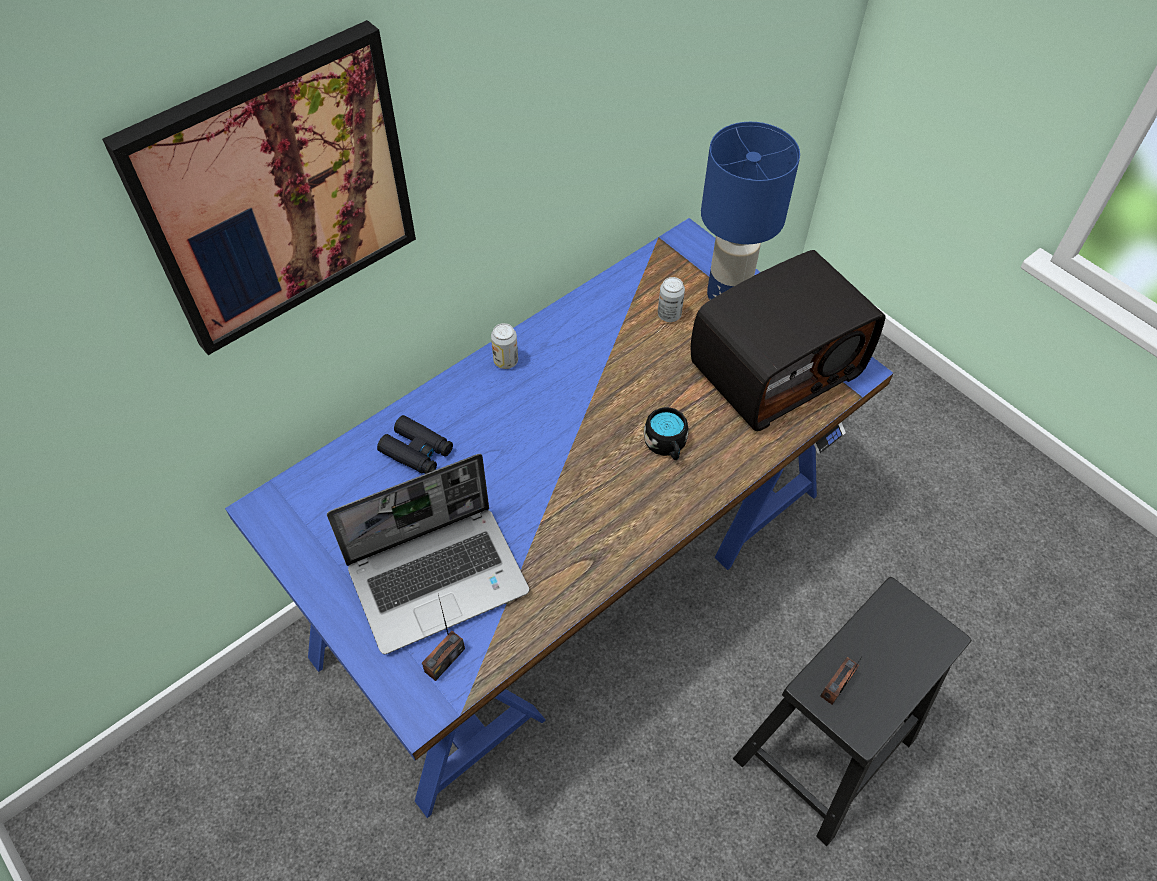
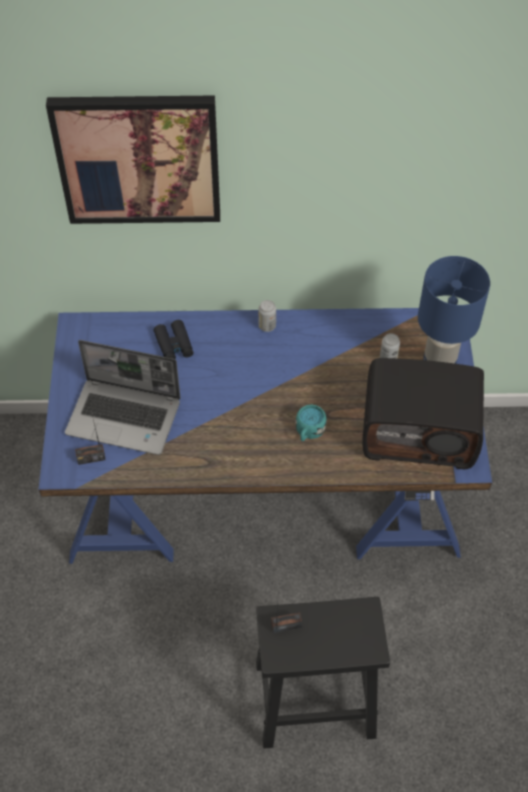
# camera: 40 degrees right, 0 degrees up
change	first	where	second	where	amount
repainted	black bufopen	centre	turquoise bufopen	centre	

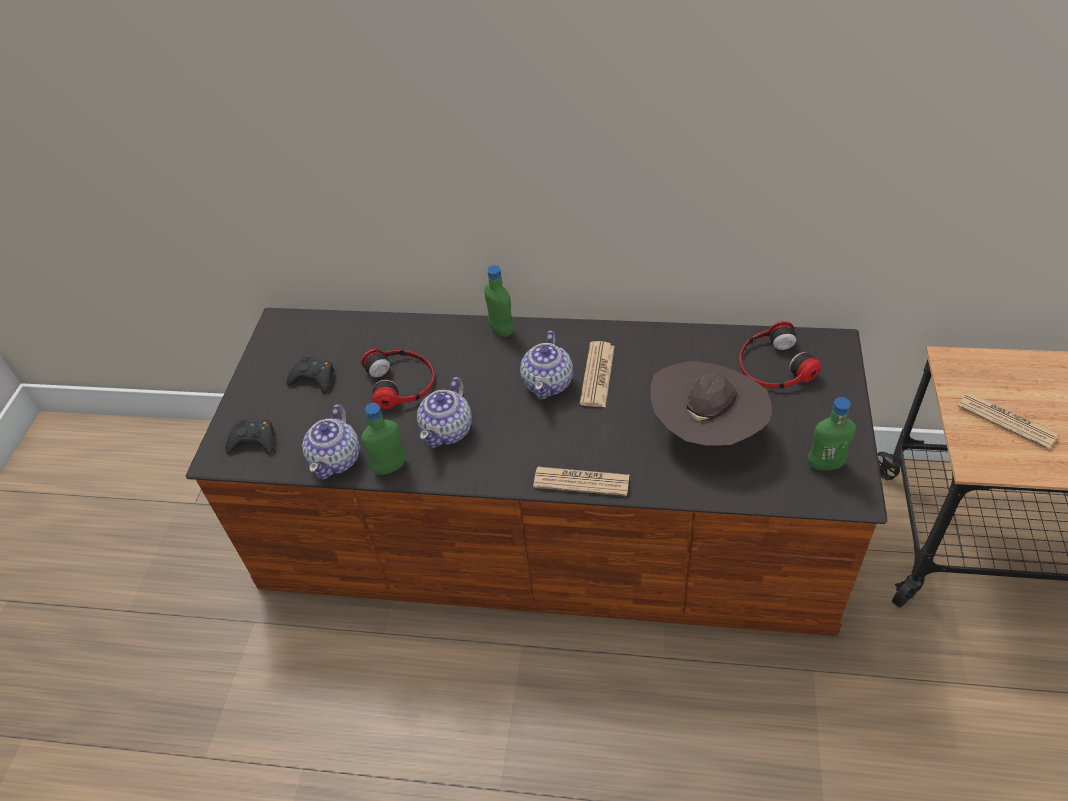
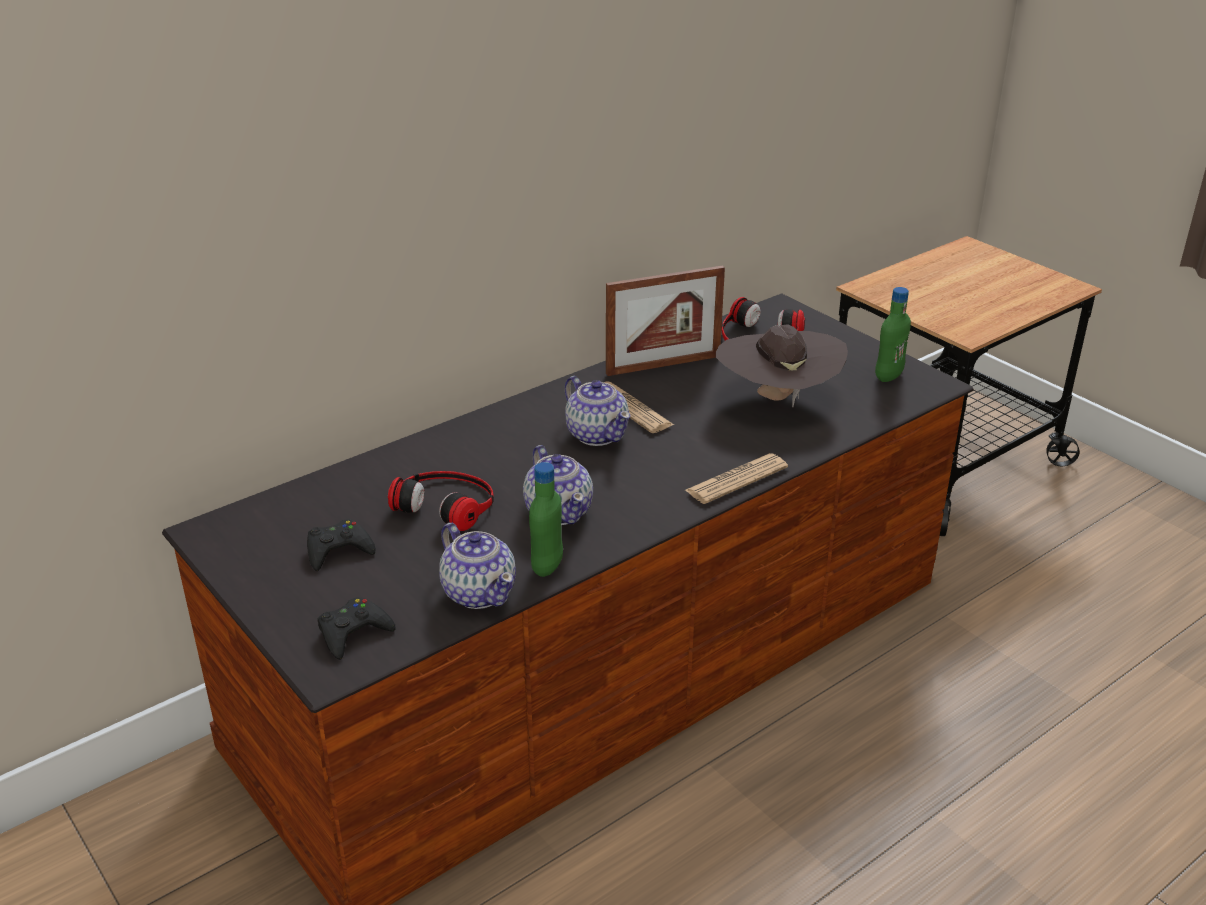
# camera: 50 degrees left, 15 degrees down
change	first	where	second	where	amount
new			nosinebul	centre	
gone	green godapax (no. 2 from left)	centre			
gone	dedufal (no. 3 from left)	middle right			

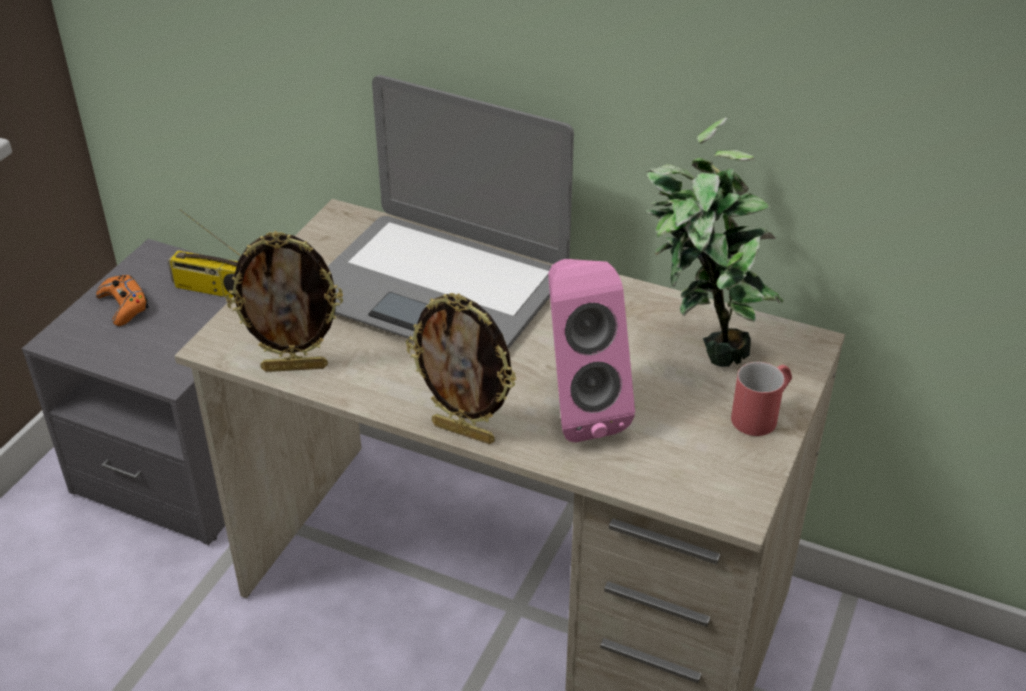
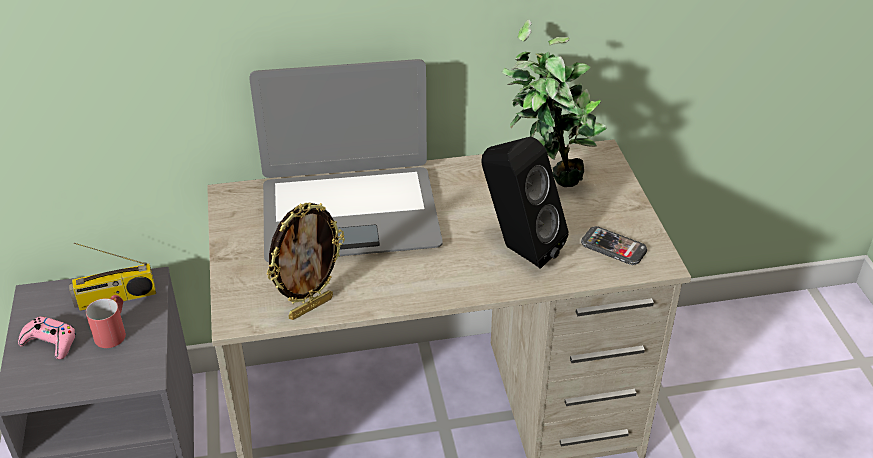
# camera: 35 degrees left, 0 degrees up
change	first	where	second	where	amount
repainted	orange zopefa	middle left	pink zopefa	bottom left	
shifted	red bufopen	middle right		bottom left	
repainted	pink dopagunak	centre	black dopagunak	centre	
new			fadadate	middle right	
gone	nosinebul (no. 2 from left)	centre			

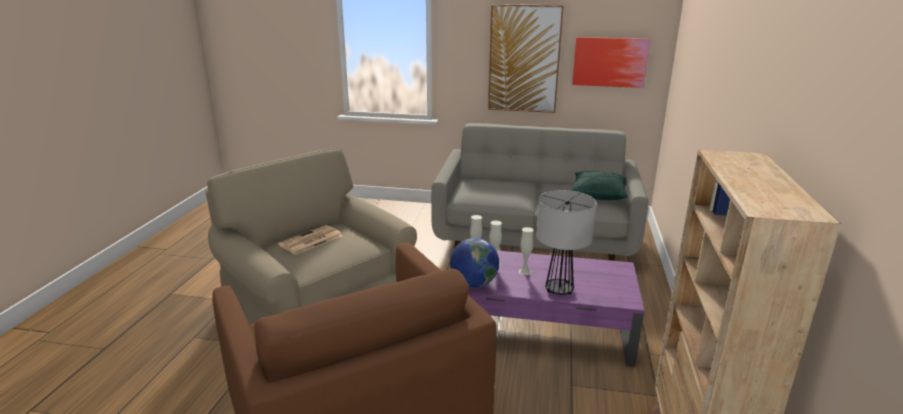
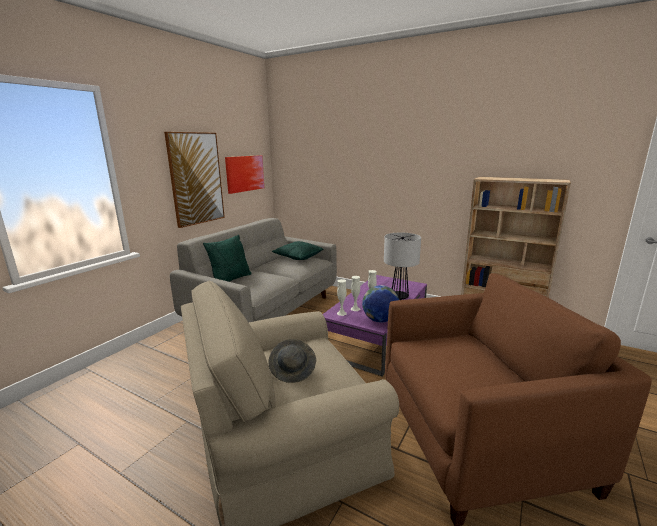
# camera: 70 degrees left, 5 degrees down
change	first	where	second	where	amount
new			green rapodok (no. 1 from left)	centre	
swapped	dedufal	centre	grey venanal	bottom centre	

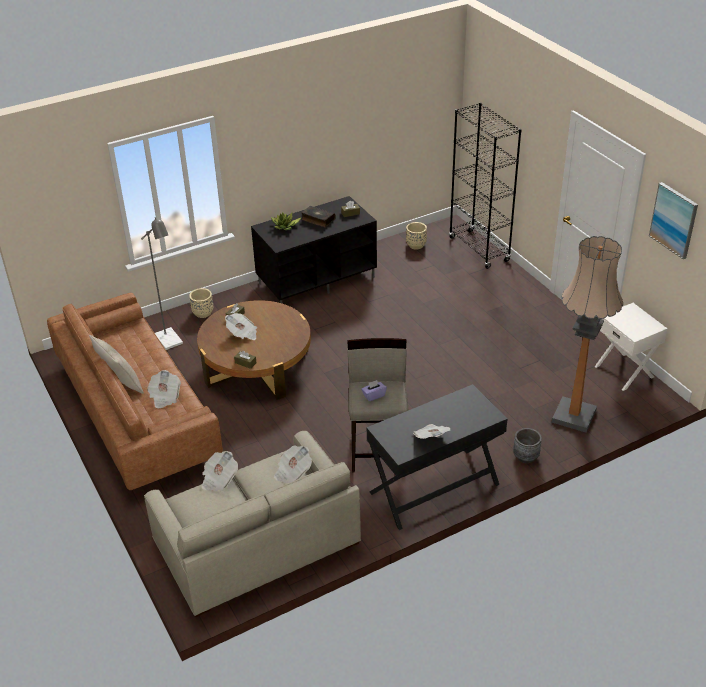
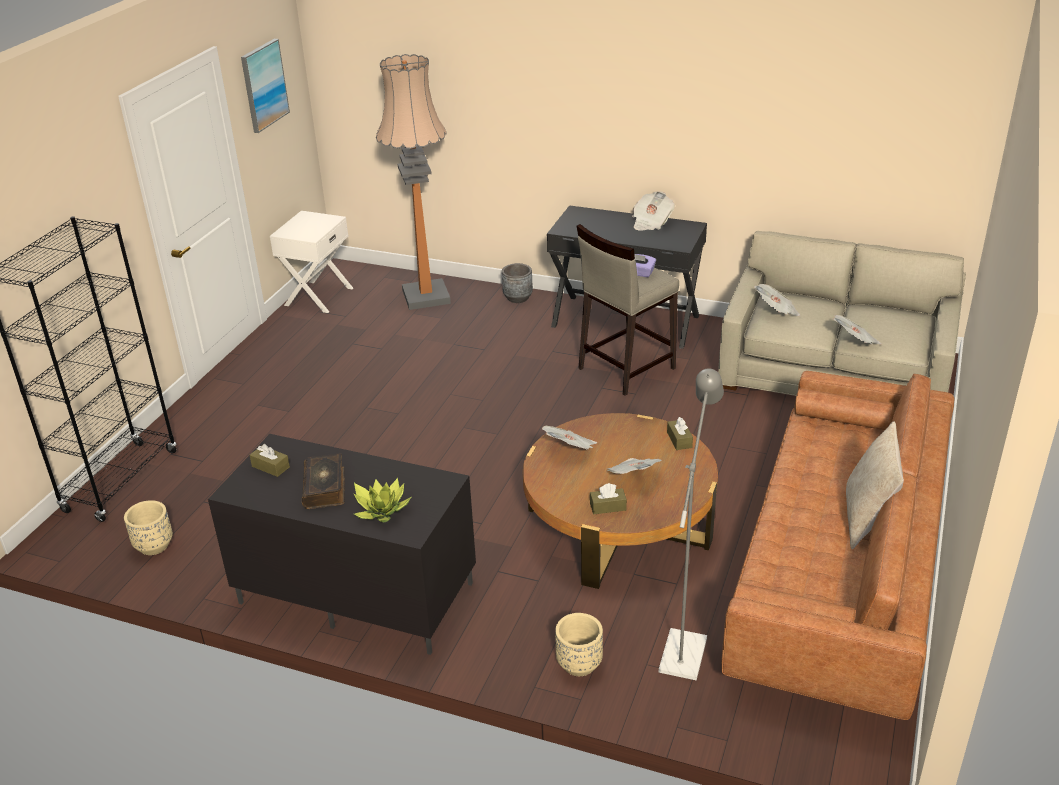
# camera: 130 degrees left, 5 degrees down
change	first	where	second	where	amount
shifted	dedufal (no. 1 from left)	middle left		centre	

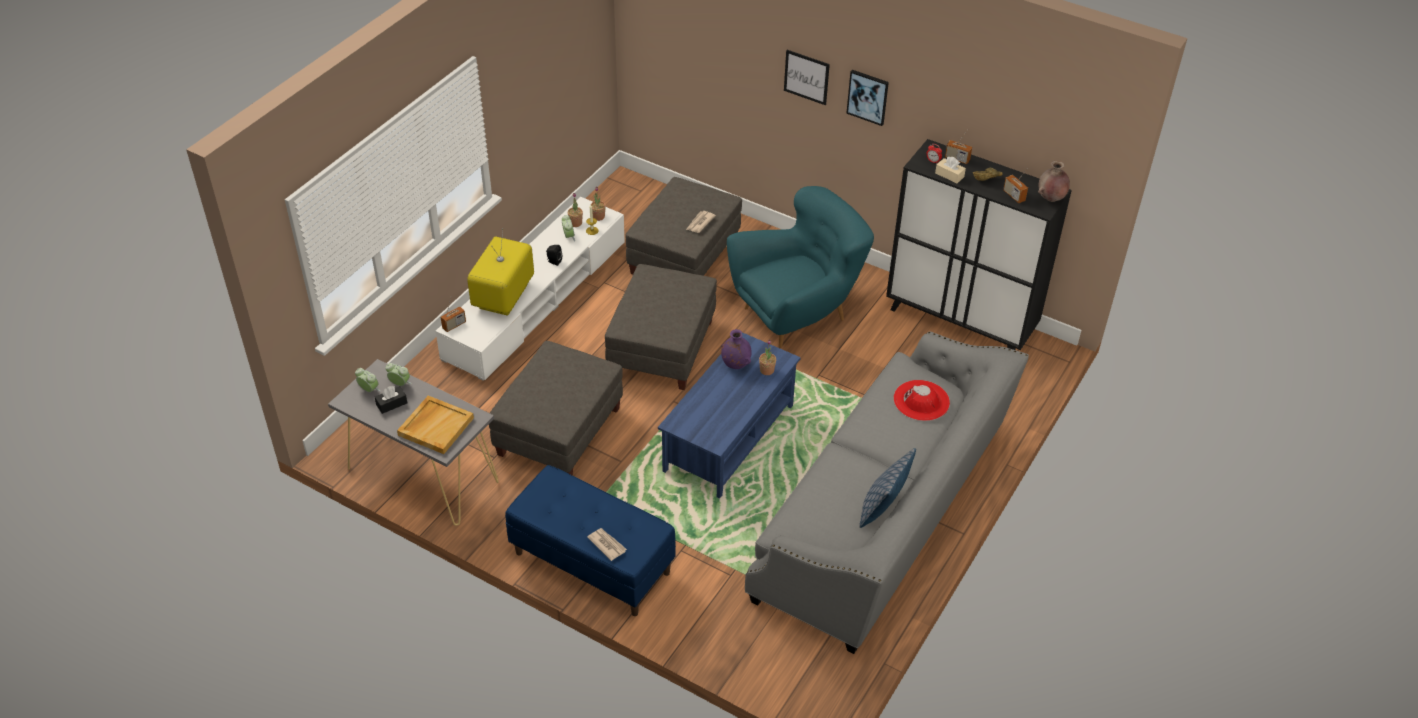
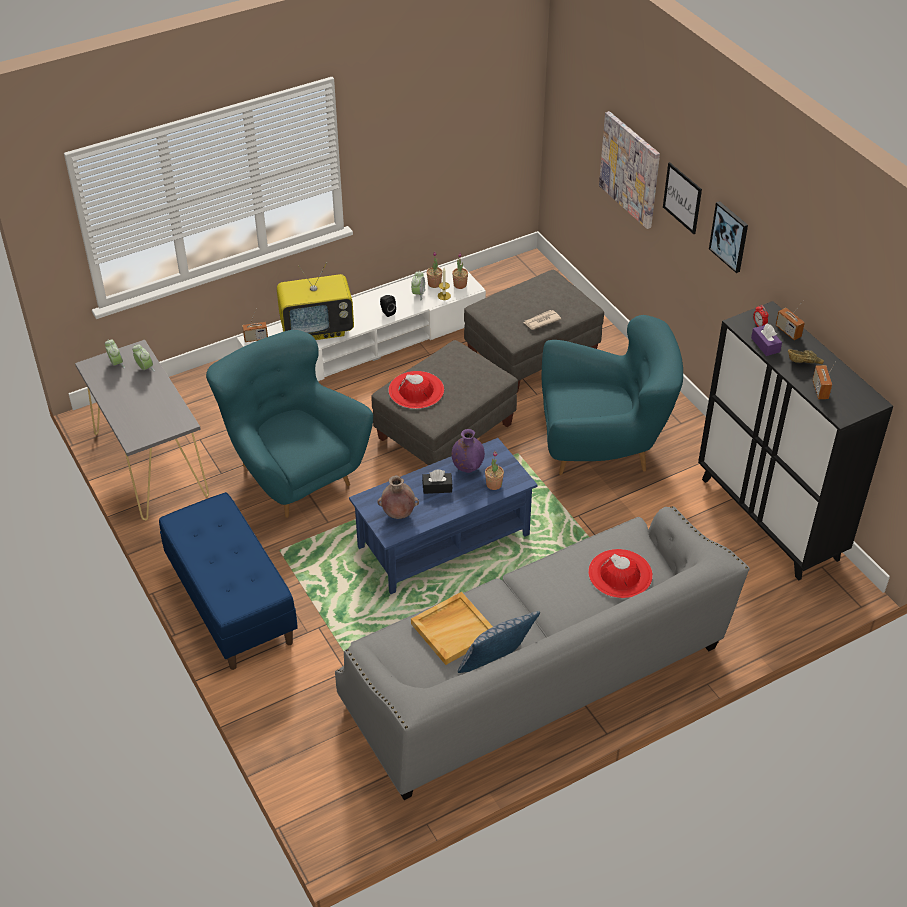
# camera: 30 degrees right, 0 degrees up
change	first	where	second	where	amount
swapped	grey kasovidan (no. 1 from left)	centre	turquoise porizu (no. 1 from left)	middle left	
rotated	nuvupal	centre		top centre	150 degrees counterclockwise
shifted	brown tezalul	top right		centre	
new			red venanal (no. 1 from left)	centre	
shifted	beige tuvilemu	middle left		bottom centre	
shifted	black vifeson	middle left		centre	
new			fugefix (no. 1 from left)	top right	
repainted	beige vifeson	top right	purple vifeson	middle right	
gone	dedufal (no. 1 from left)	bottom centre			

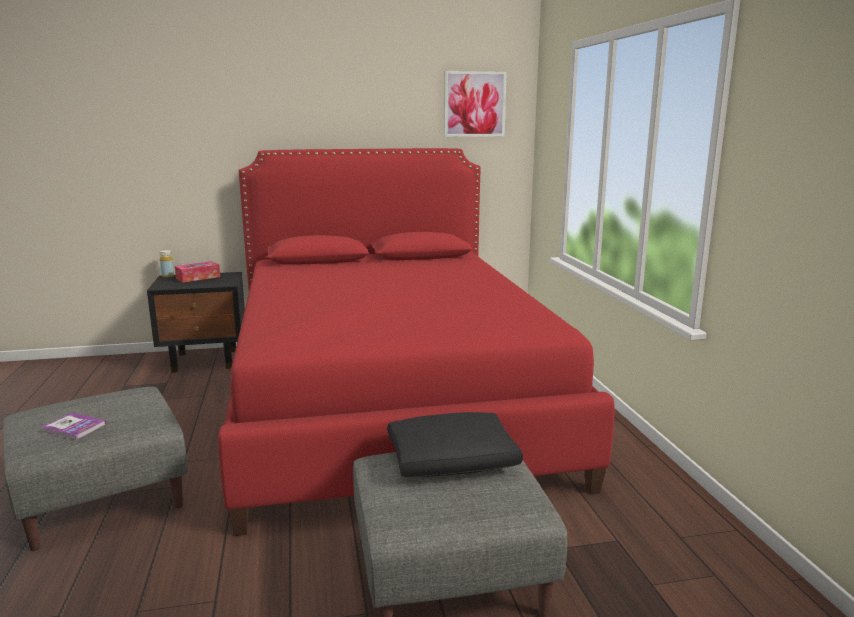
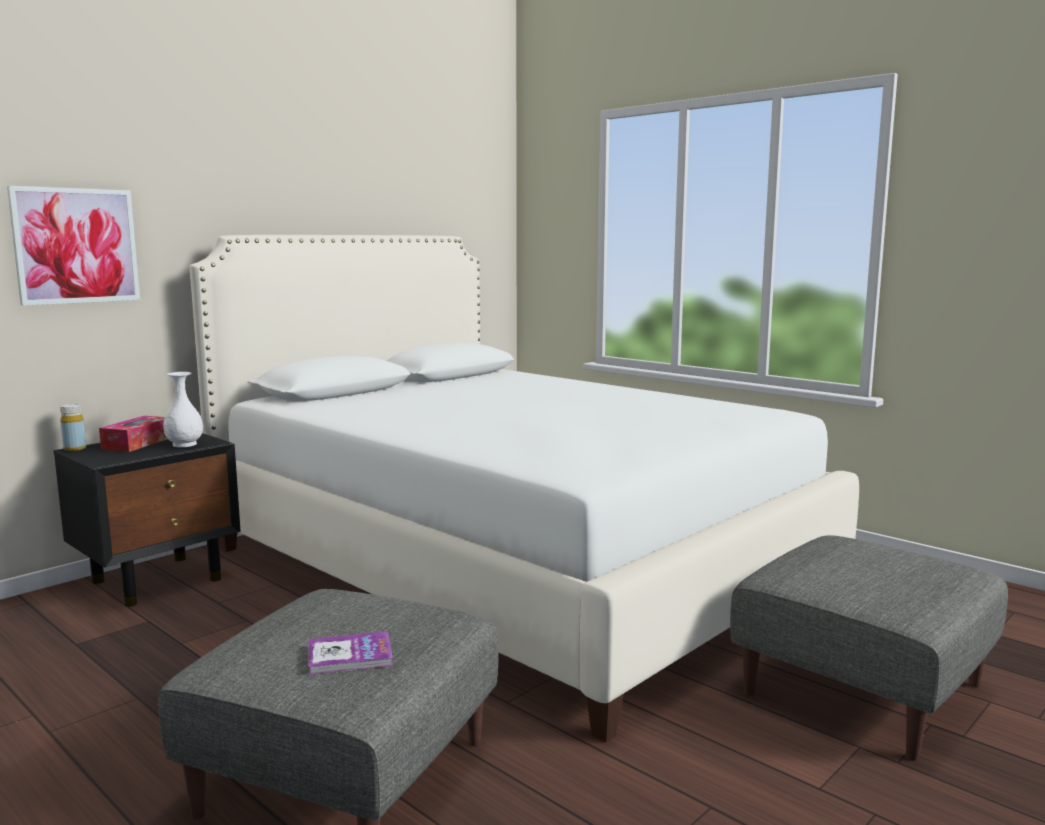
# camera: 35 degrees left, 5 degrees down
change	first	where	second	where	amount
shifted	fugefix	top centre		top left	
new			white tezalul	middle left	
repainted	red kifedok	centre	white kifedok	centre	
gone	black rapodok	bottom centre			

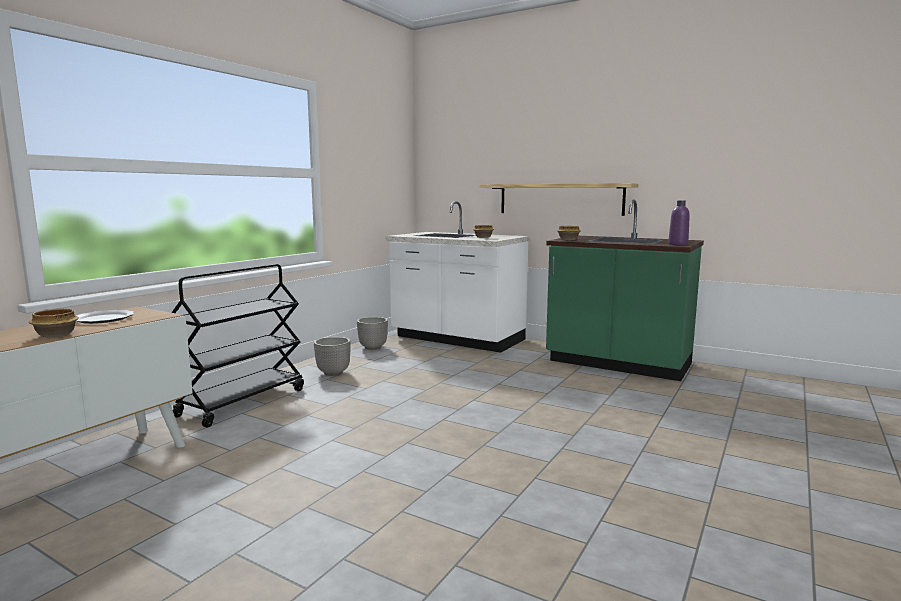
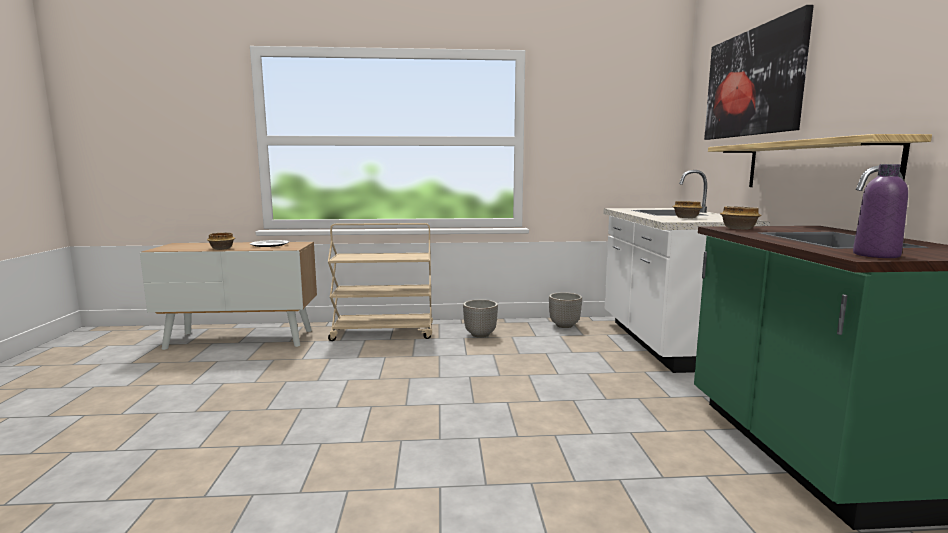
# camera: 55 degrees right, 0 degrees up
change	first	where	second	where	amount
repainted	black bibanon	middle left	beige bibanon	centre	
new			fugefix	top right	

